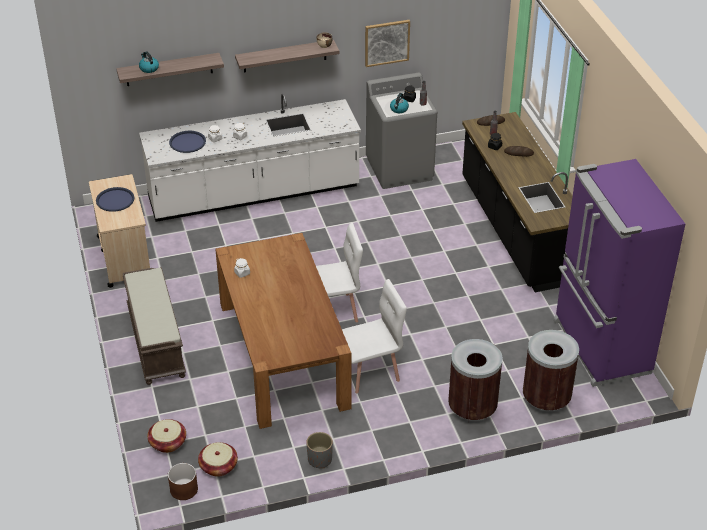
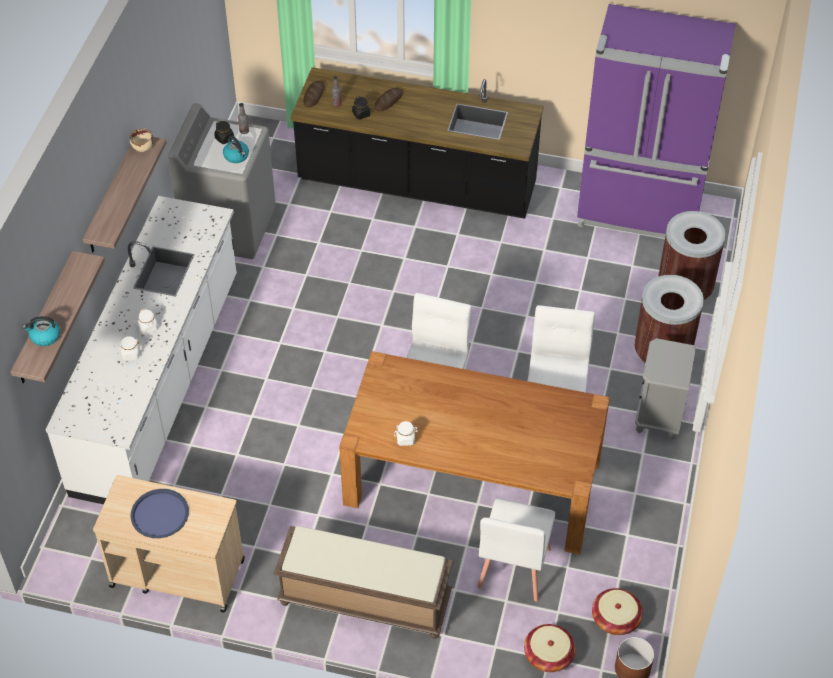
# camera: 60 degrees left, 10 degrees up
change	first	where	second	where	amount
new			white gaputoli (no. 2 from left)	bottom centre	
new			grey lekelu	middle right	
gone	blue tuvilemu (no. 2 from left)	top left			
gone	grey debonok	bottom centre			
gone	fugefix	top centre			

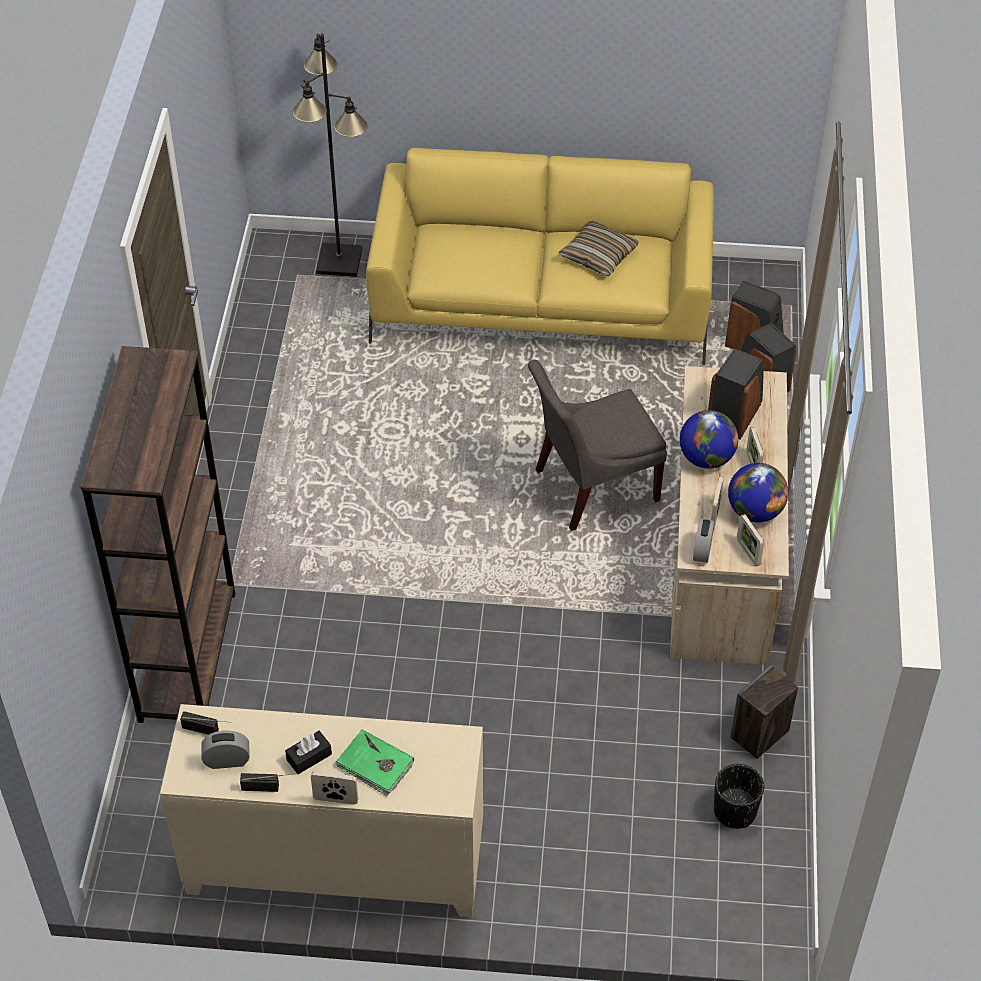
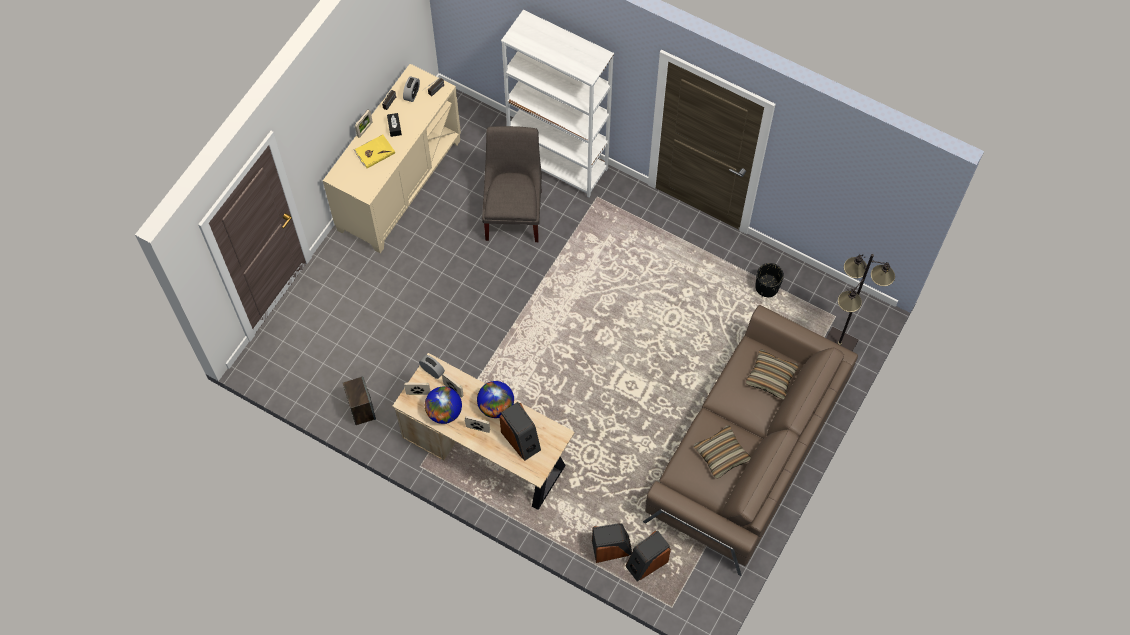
# camera: 115 degrees right, 15 degrees up
change	first	where	second	where	amount
repainted	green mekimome	bottom centre	yellow mekimome	top left	
shifted	grey gaputoli	centre		top centre	
repainted	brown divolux	middle left	white divolux	top centre	
repainted	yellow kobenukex	top centre	brown kobenukex	bottom centre	
new			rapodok (no. 2 from left)	middle right	
shifted	black debonok	bottom right		middle right	

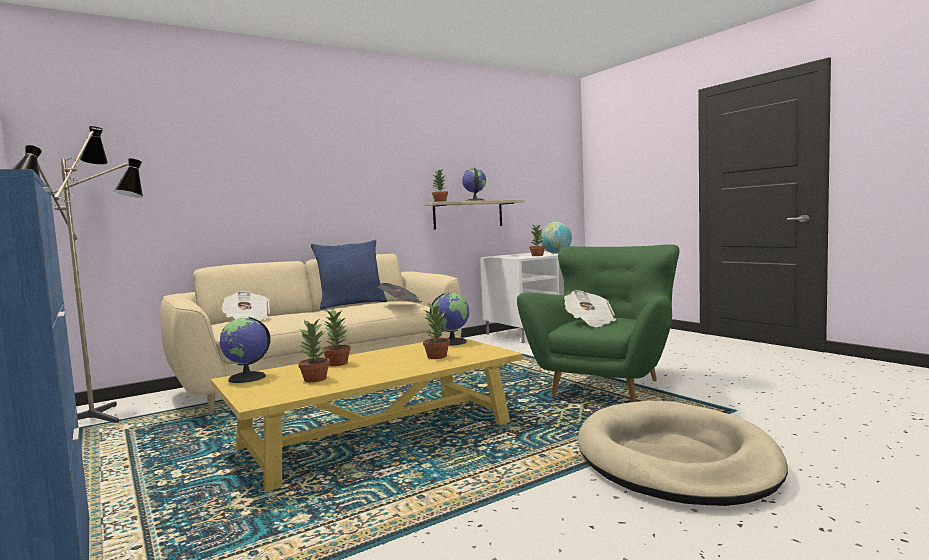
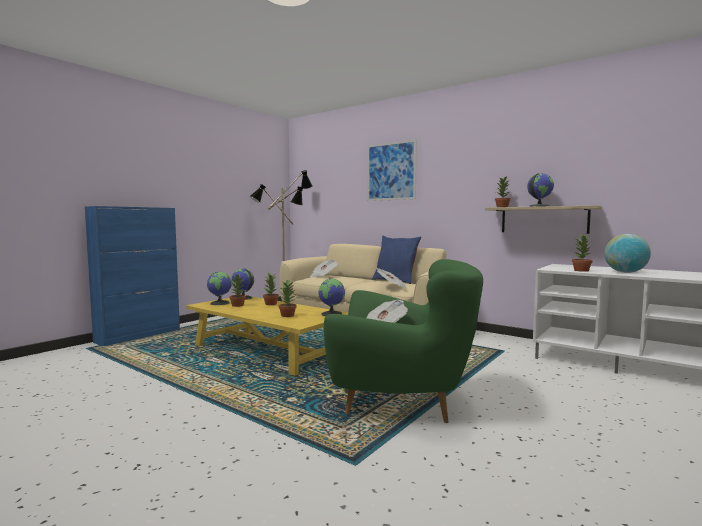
# camera: 70 degrees right, 0 degrees up
change	first	where	second	where	amount
new			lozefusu (no. 1 from left)	middle left	
new			fugefix	top centre	
gone	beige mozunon	bottom right			

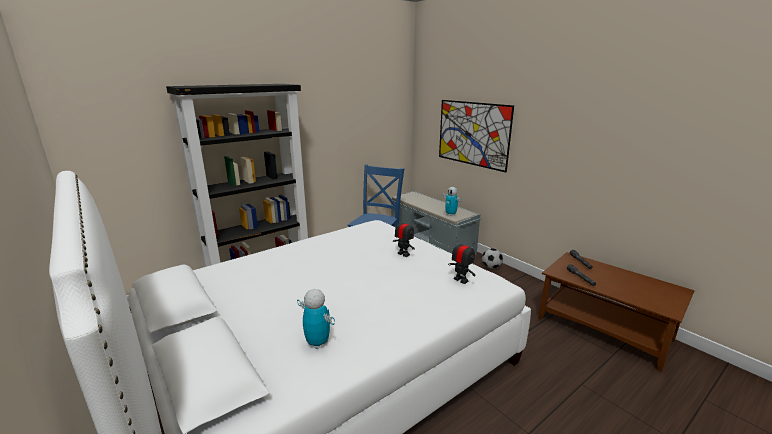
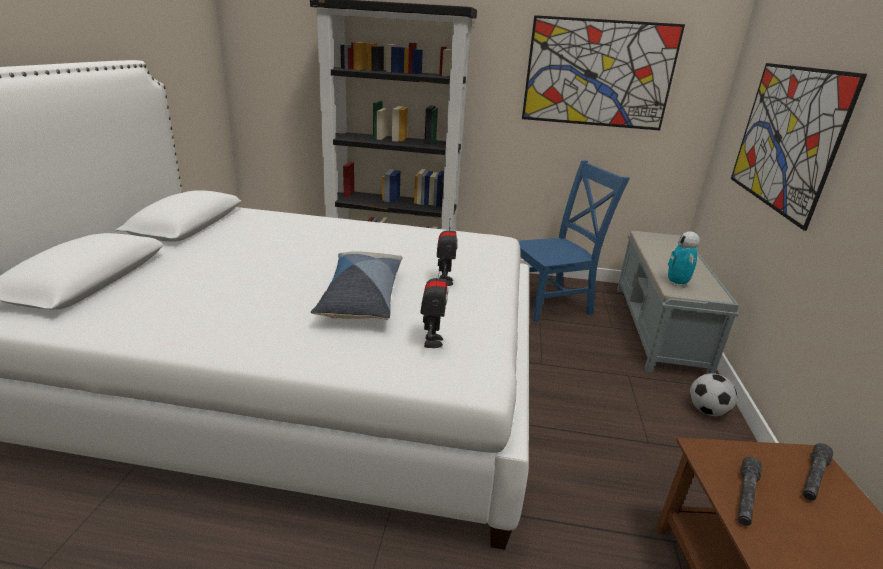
# camera: 45 degrees right, 5 degrees up
change	first	where	second	where	amount
new			rapodok	centre	
new			fugefix (no. 1 from left)	top right	
gone	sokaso (no. 1 from left)	bottom centre			

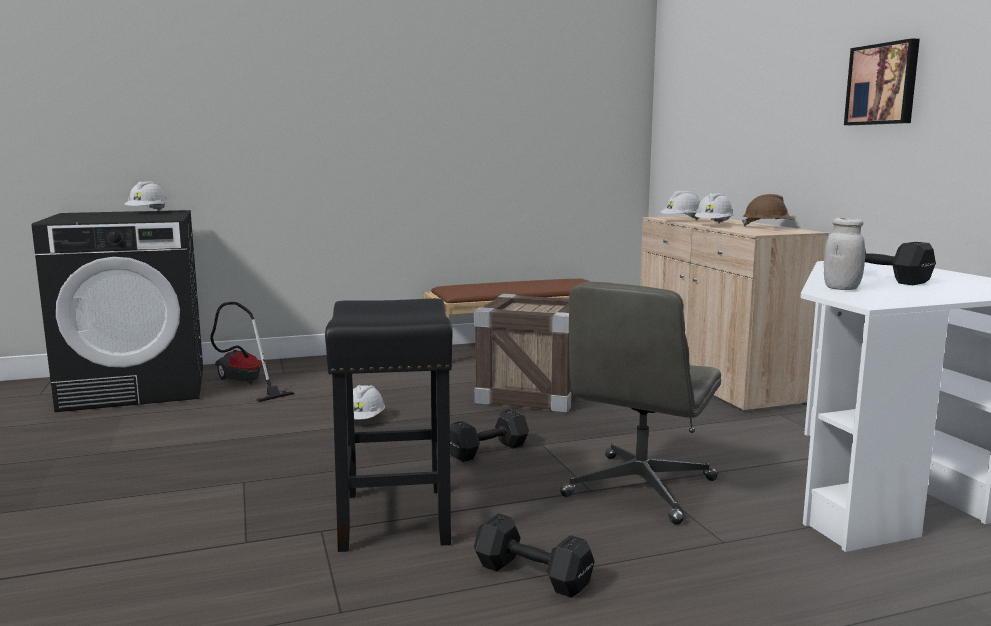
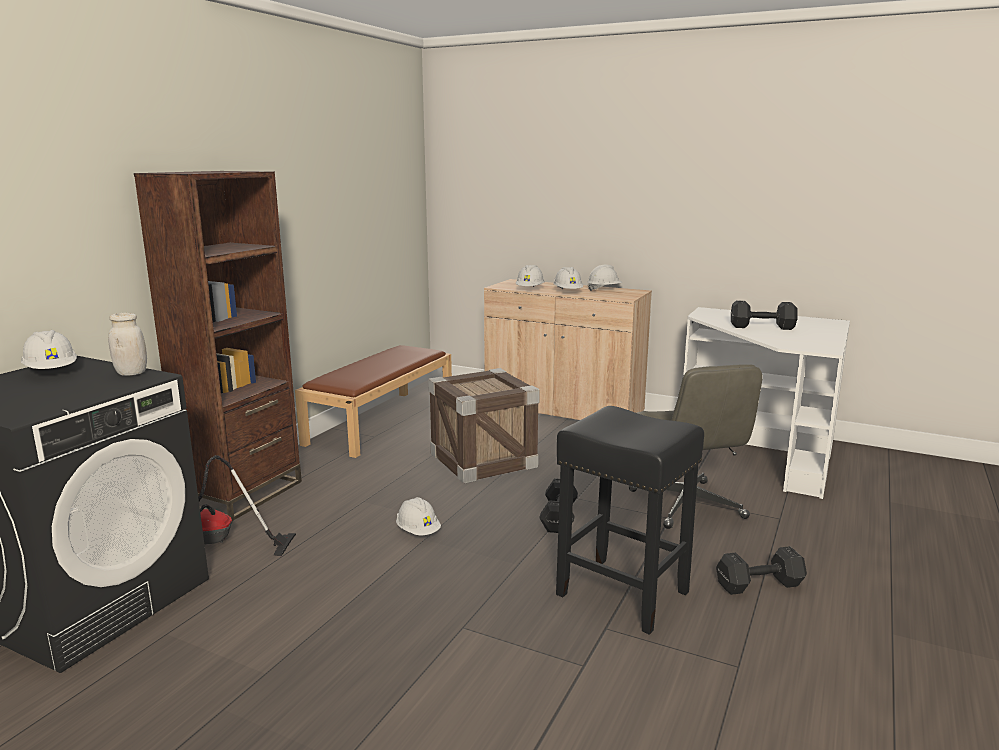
# camera: 45 degrees left, 5 degrees up
change	first	where	second	where	amount
shifted	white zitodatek	middle right		middle left	
new			brown divolux	middle left	
repainted	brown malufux	middle right	white malufux (no. 5 from left)	centre	
gone	fugefix	top right			

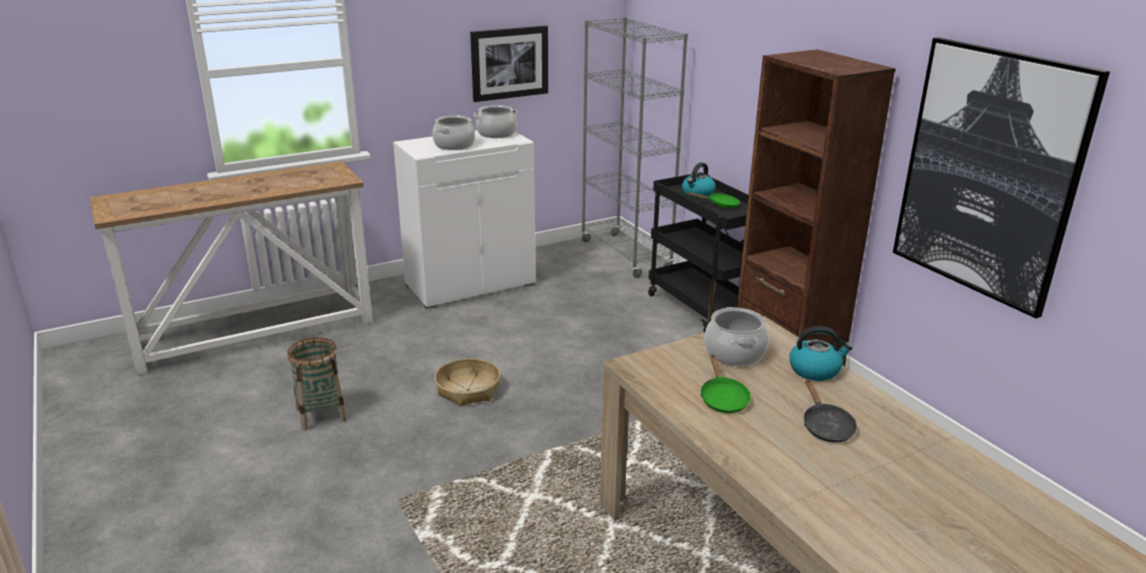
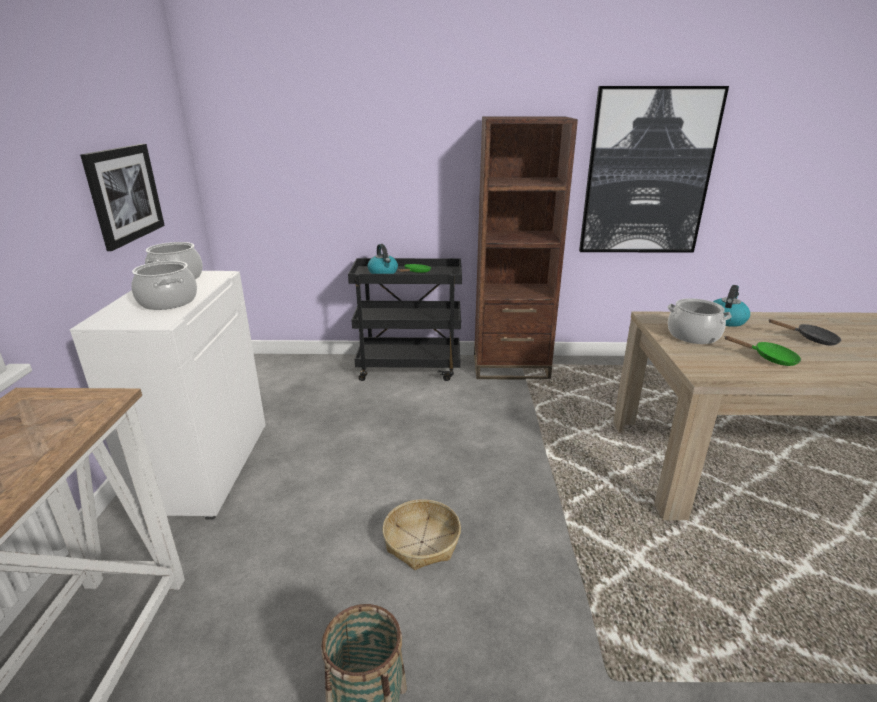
# camera: 60 degrees left, 0 degrees up
change	first	where	second	where	amount
gone	grey divolux	top centre			

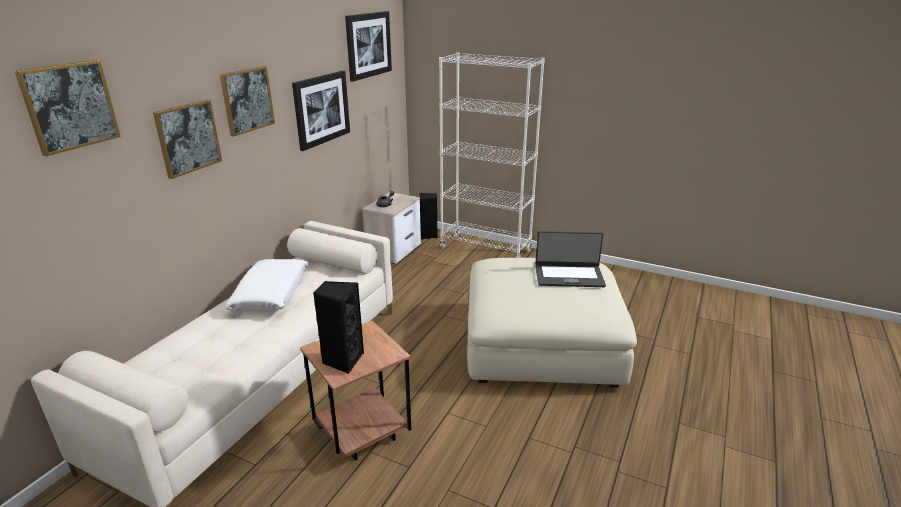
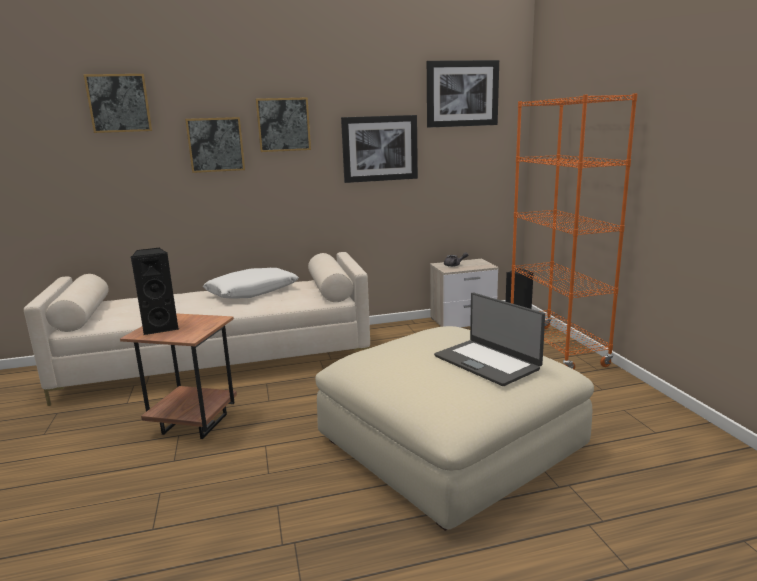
# camera: 50 degrees right, 10 degrees down
change	first	where	second	where	amount
repainted	white divolux	top centre	orange divolux	middle right	

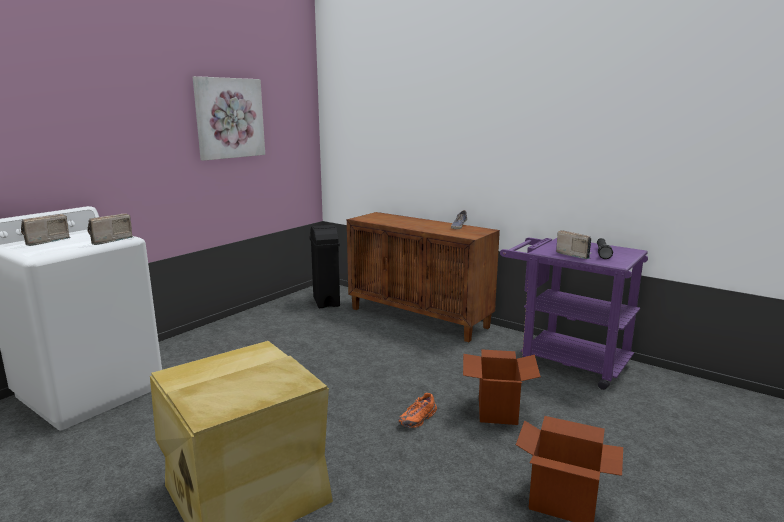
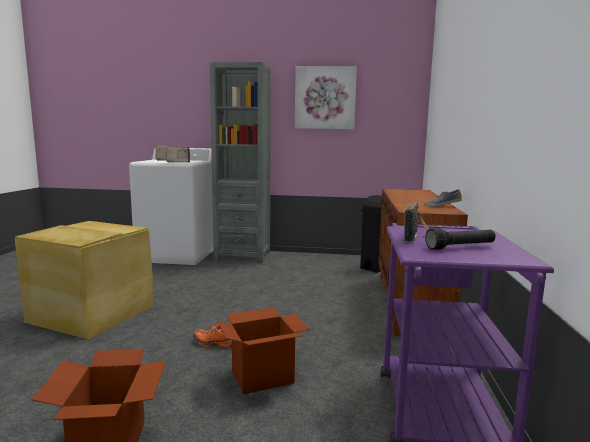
# camera: 60 degrees right, 5 degrees down
change	first	where	second	where	amount
new			grey divolux	centre	

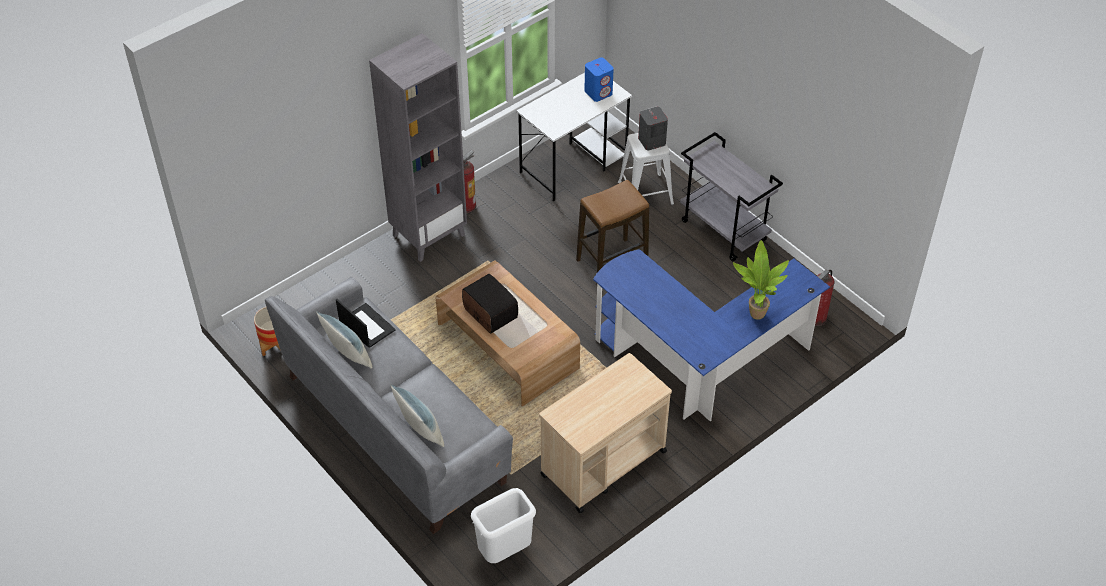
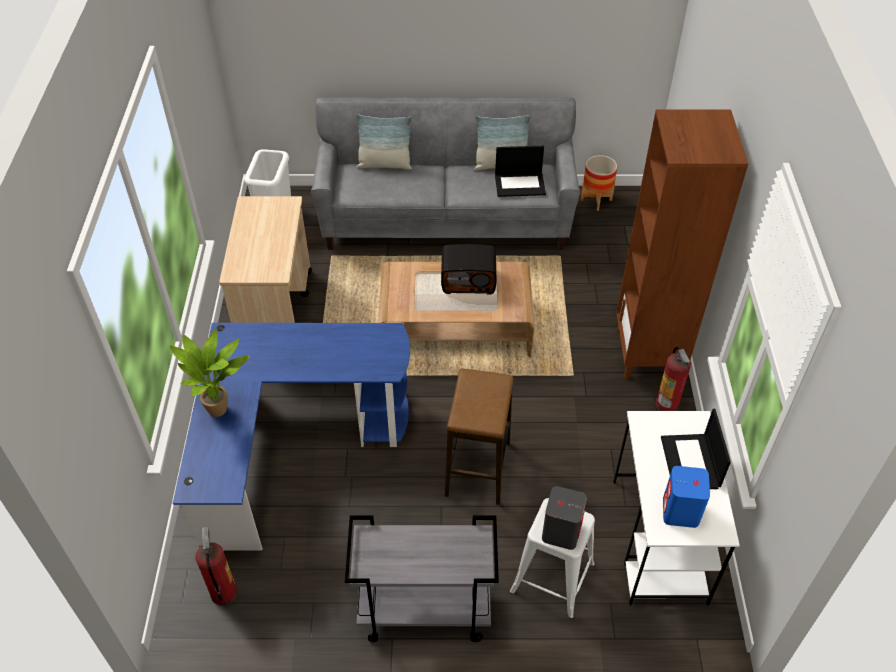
# camera: 130 degrees right, 0 degrees up
change	first	where	second	where	amount
repainted	grey divolux	top centre	brown divolux	middle right	
new			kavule (no. 2 from left)	bottom right	

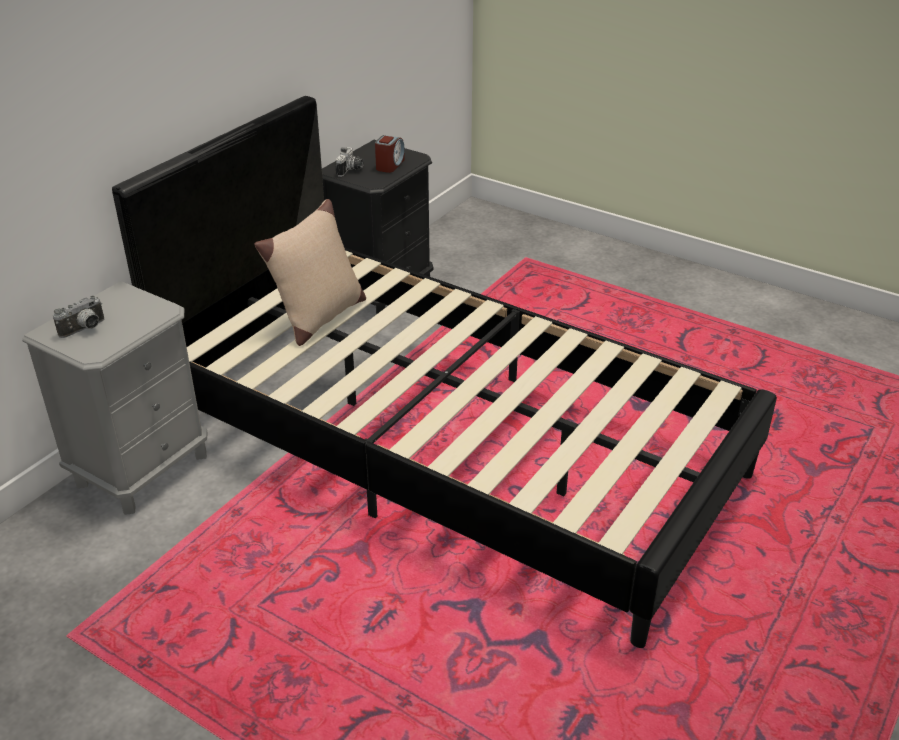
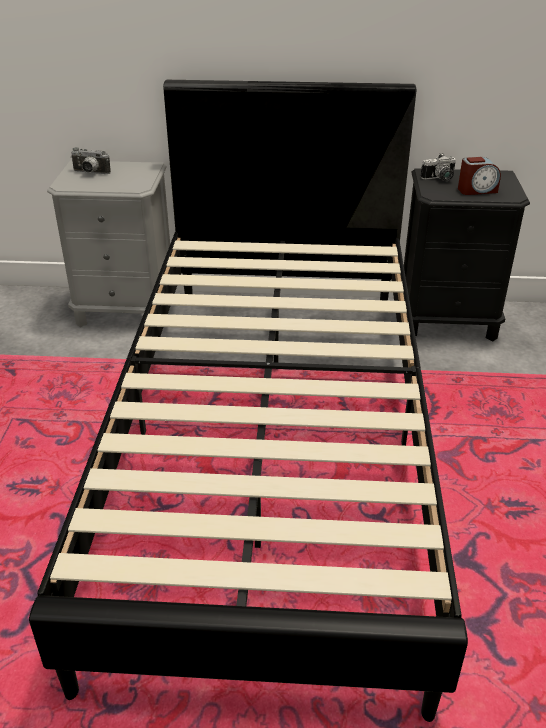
# camera: 60 degrees right, 0 degrees up
change	first	where	second	where	amount
gone	beige rapodok	centre			

